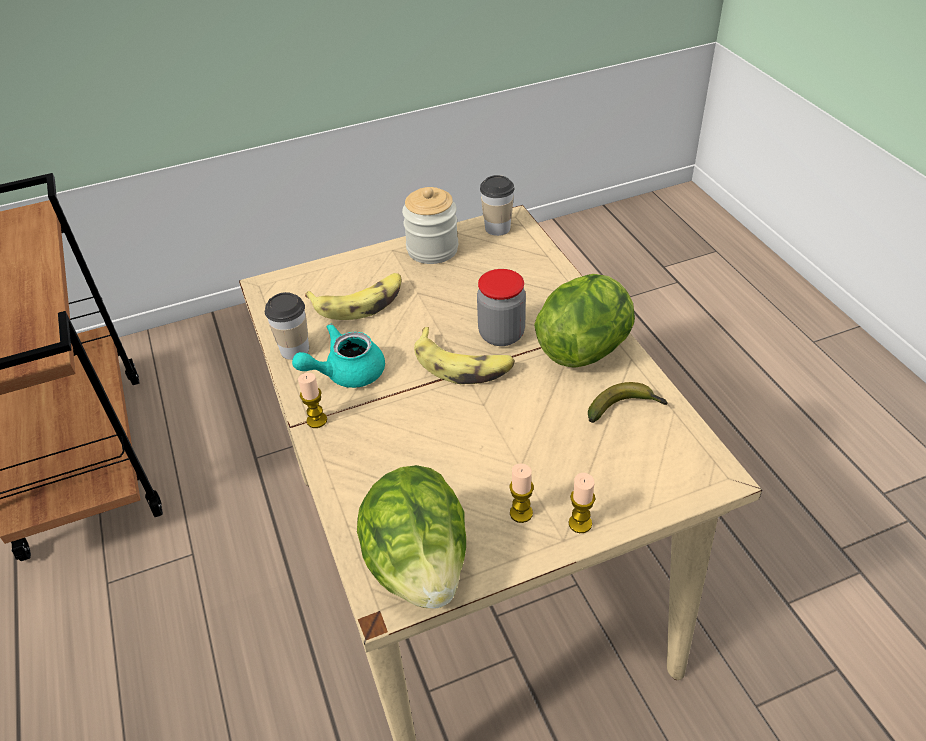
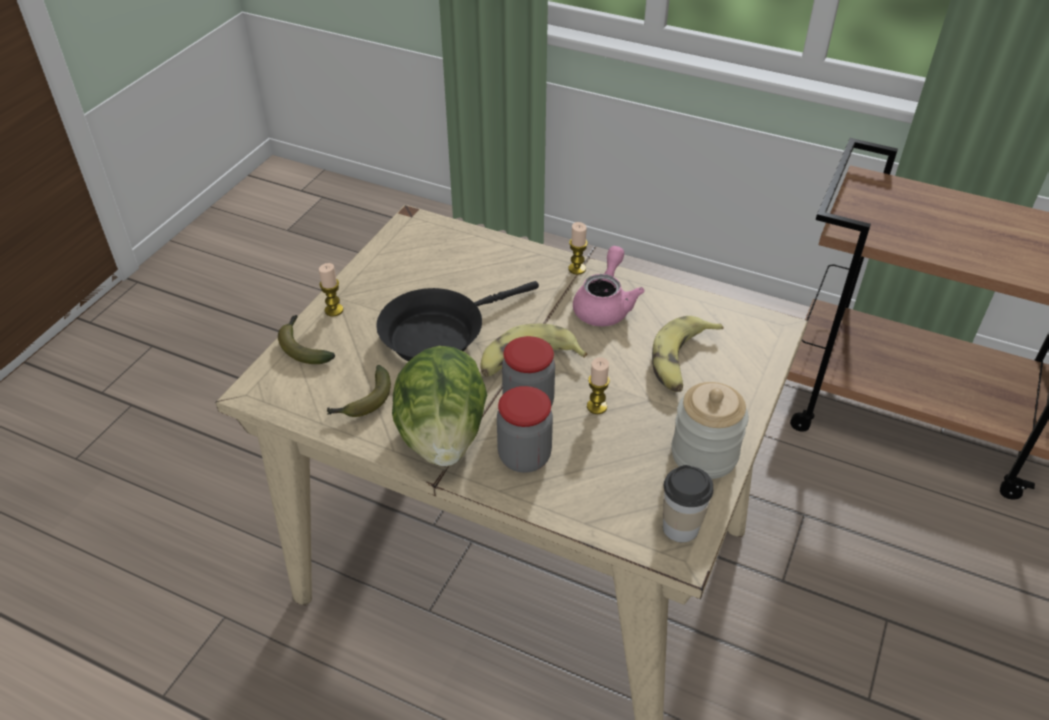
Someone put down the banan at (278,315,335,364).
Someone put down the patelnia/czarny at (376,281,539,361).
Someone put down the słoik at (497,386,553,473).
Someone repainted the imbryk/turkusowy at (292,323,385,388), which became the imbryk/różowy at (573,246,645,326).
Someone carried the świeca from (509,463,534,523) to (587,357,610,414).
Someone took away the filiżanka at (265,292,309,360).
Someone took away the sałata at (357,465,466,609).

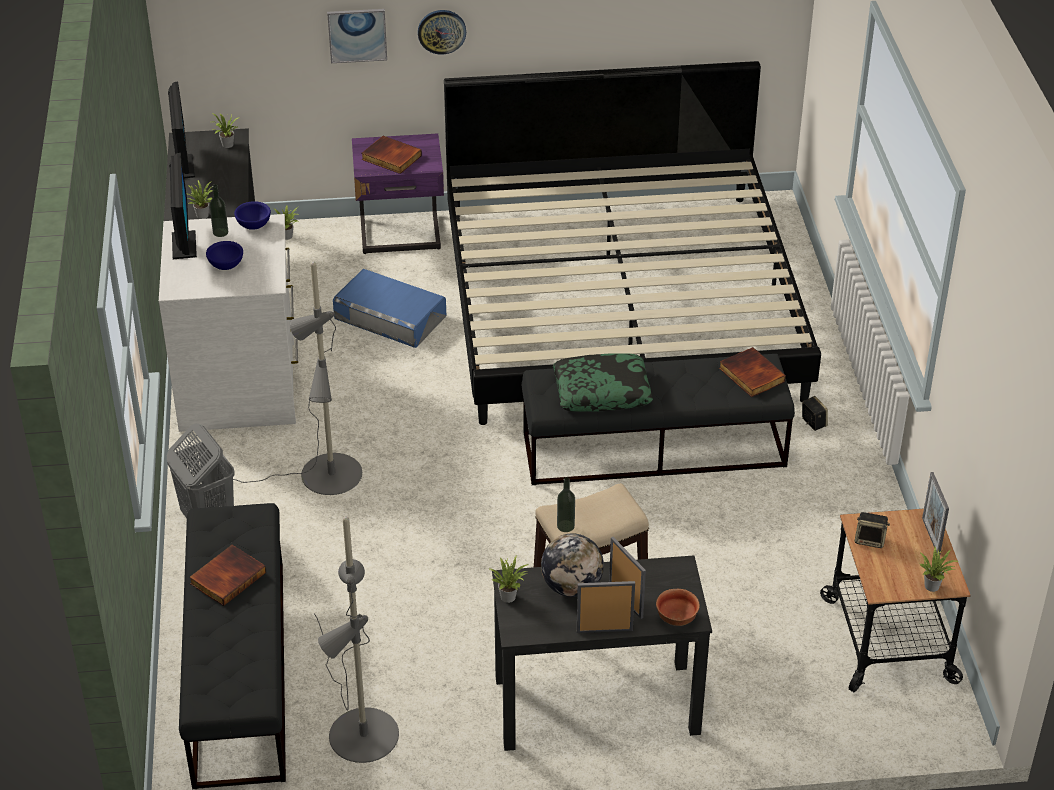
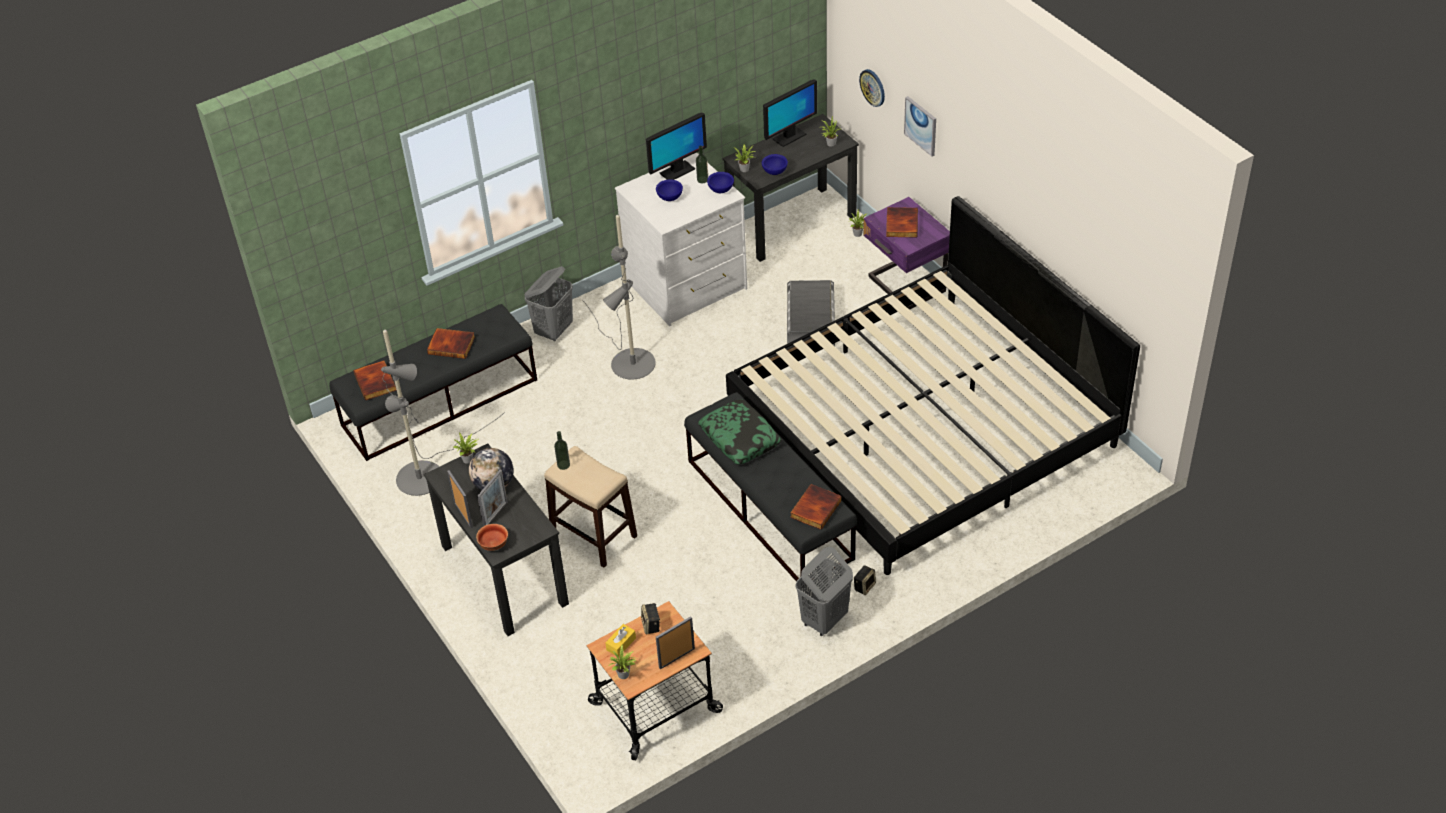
Someone put down the książka at (353,360,397,401).
Someone put down the pudełko chusteczek/żółty at (605,624,636,656).
Someone put down the miska/niebieski at (762,154,788,175).
Someone repainted the pojemnik do przechowywania/niebieski at (333,269,446,348), which became the pojemnik do przechowywania/szary at (787,280,835,346).
Someone put down the kosz na pranie/szary at (796,547,853,636).
Someone carried the zegar ścienny from (418,10,466,55) to (859,69,885,107).

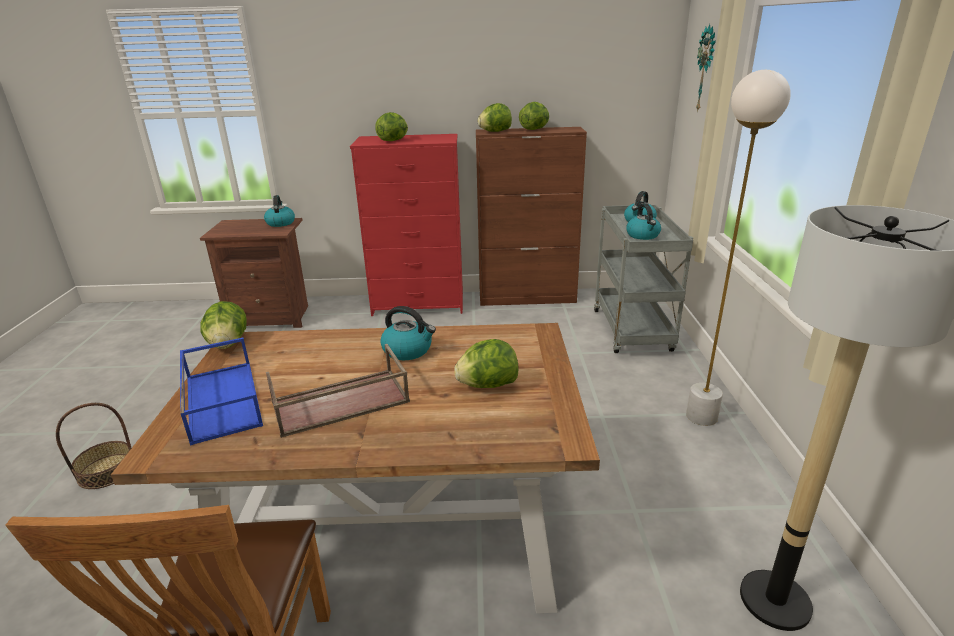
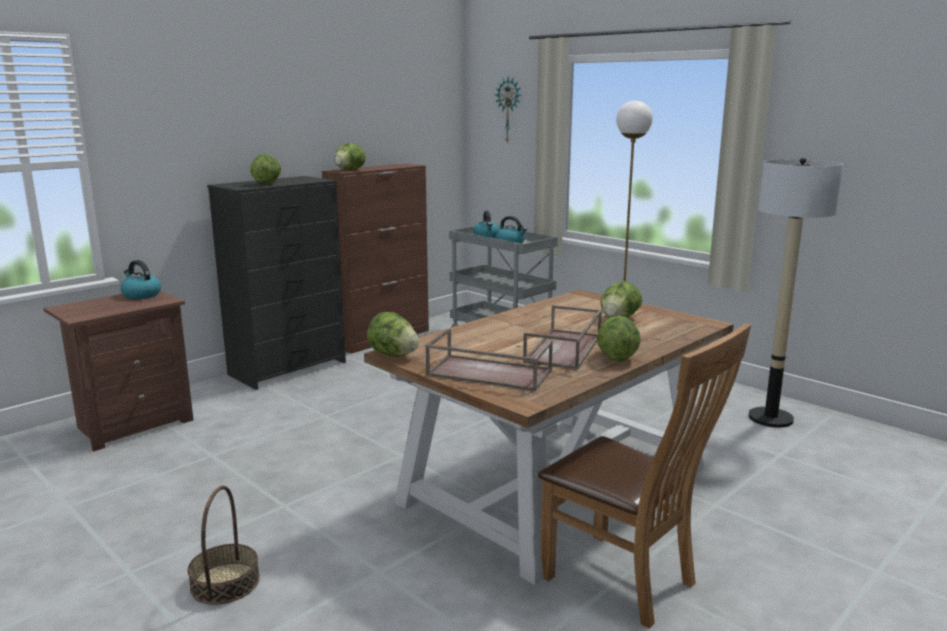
Someone repainted the komoda/czerwony at (350,134,463,316), which became the komoda/czarny at (207,176,346,390).
Someone repainted the taca/niebieski at (180,338,263,446), which became the taca/brązowy at (425,328,553,391).
Someone carried the sałata from (519,102,549,130) to (597,315,641,362).
Someone took away the czajnik at (380,306,436,360).

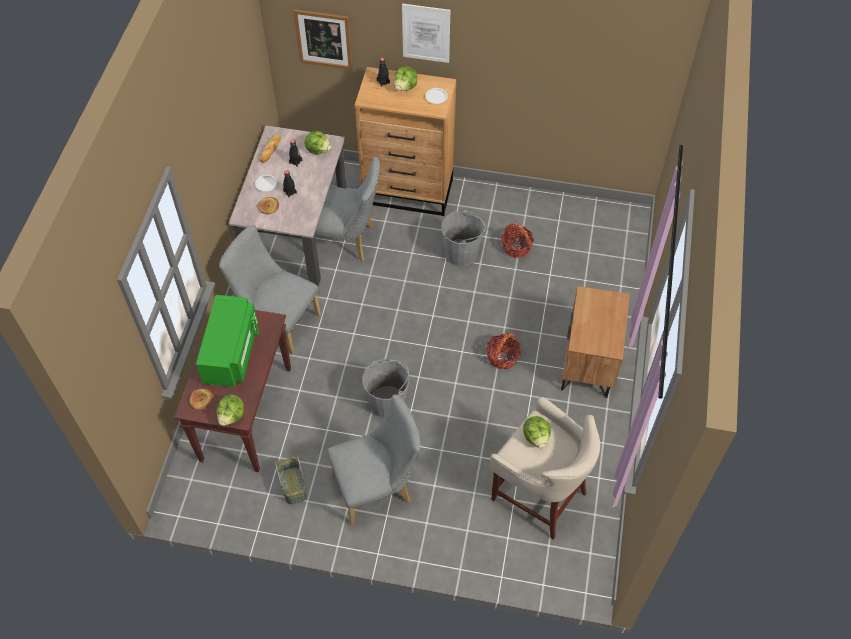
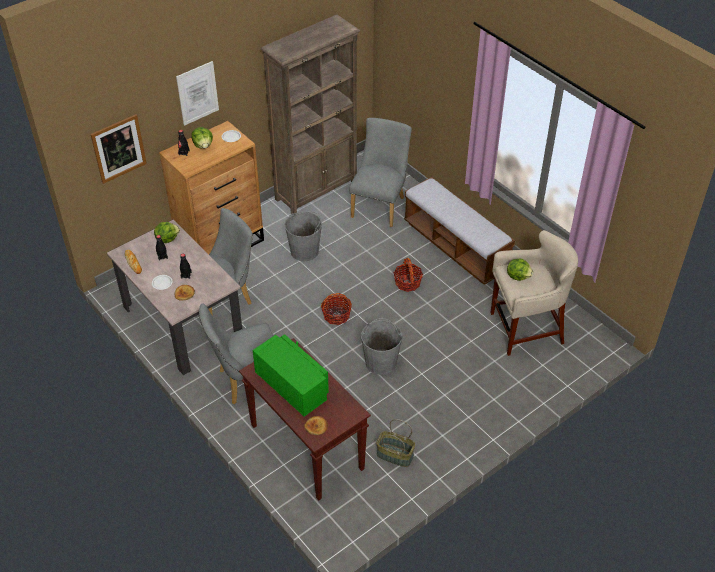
Someone put down the regał/brązowy at (261,15,360,214).
Someone carried the koszyk from (501,223,534,258) to (321,293,352,325).
Someone carried the krzesło/szary from (327,394,421,525) to (349,118,412,227).
Someone swapped the szafka nocna/brązowy at (561,286,630,398) for the ławka at (404,177,515,284).
Someone took away the sałata at (216,394,244,426).

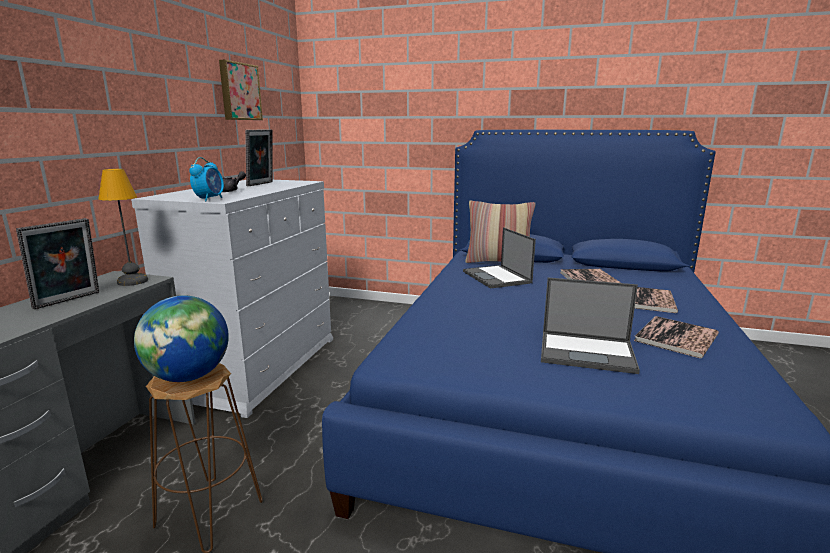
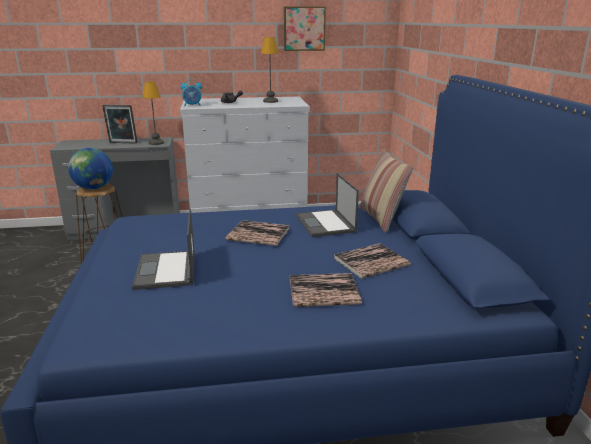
Someone carried the książka from (634,316,719,358) to (225,220,290,246).
Someone swapped the ramka na zdjęcie at (245,129,273,186) for the lampa stołowa at (261,37,279,103).
Someone rotated the laptop at (463,227,536,289) by 60 degrees counterclockwise.

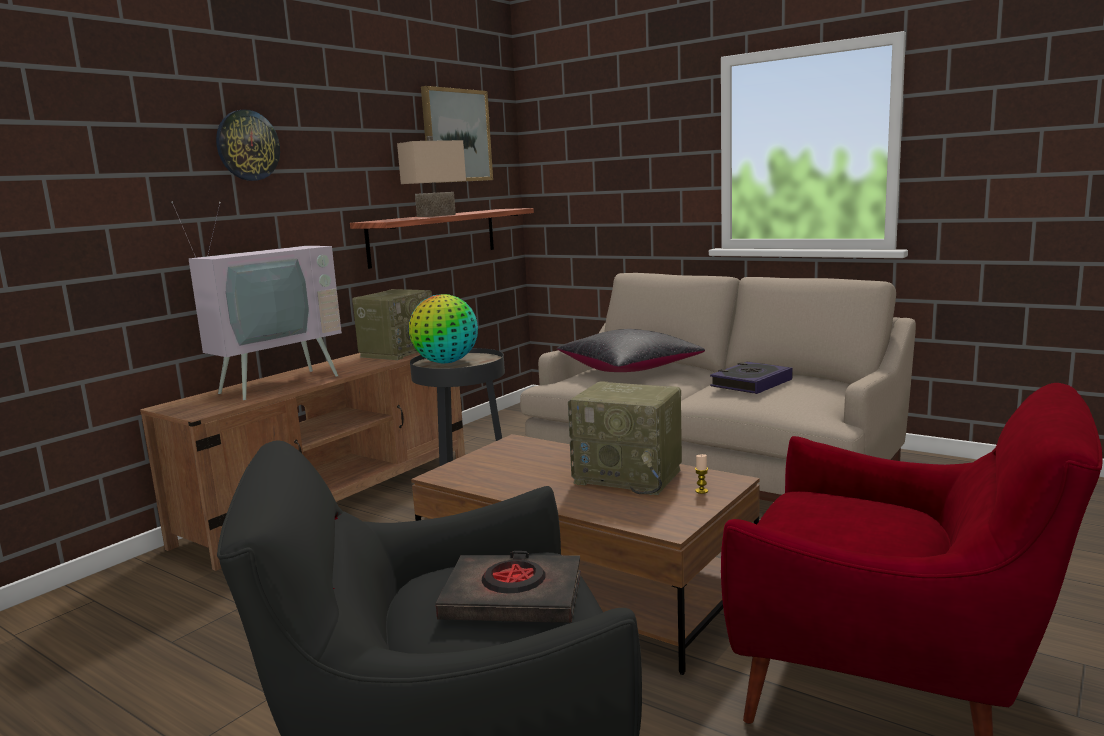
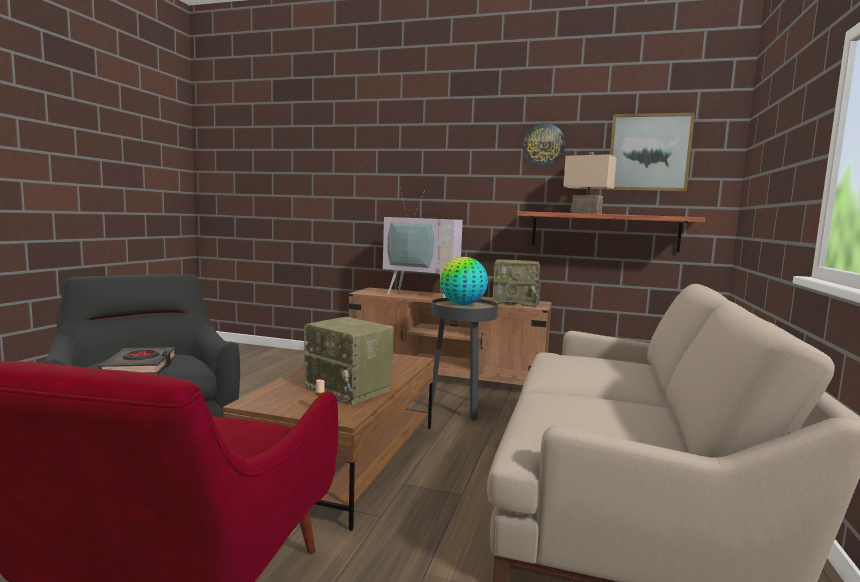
Someone rotated the radio at (568,381,682,495) by 60 degrees counterclockwise.
Someone carried the zegar ścienny from (216,109,280,181) to (523,123,565,166).
Someone took away the poduszka/czarny at (557,329,705,372).
Someone took away the książka at (710,362,793,394).

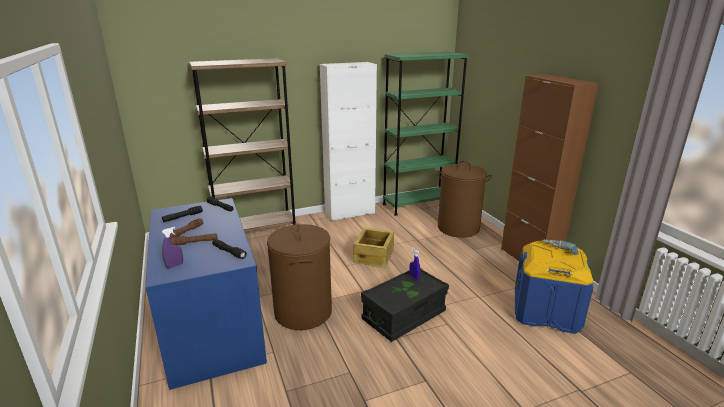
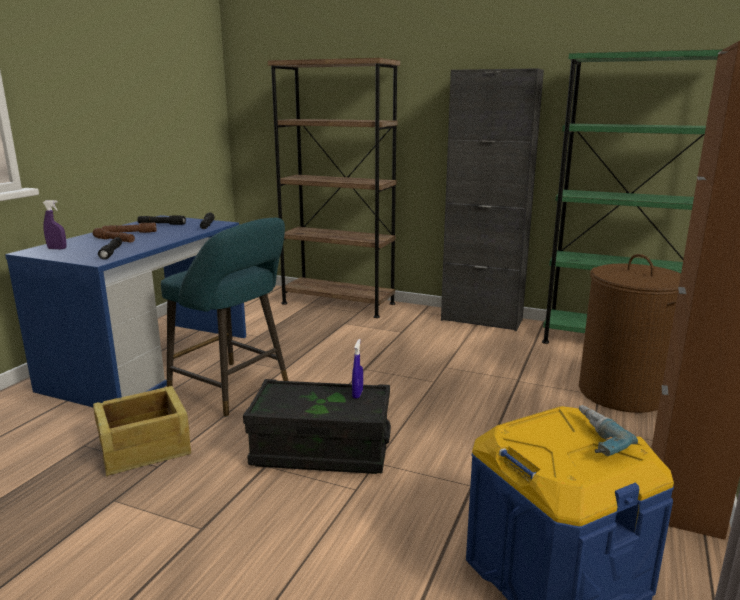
Someone carried the skrzynka from (353,228,394,268) to (93,386,191,477).
Someone swapped the kosz na pranie/brązowy at (267,223,332,330) for the stołek/turkusowy at (161,218,288,417).
Someone repainted the szafka/biały at (320,62,377,221), which became the szafka/czarny at (441,68,544,331).

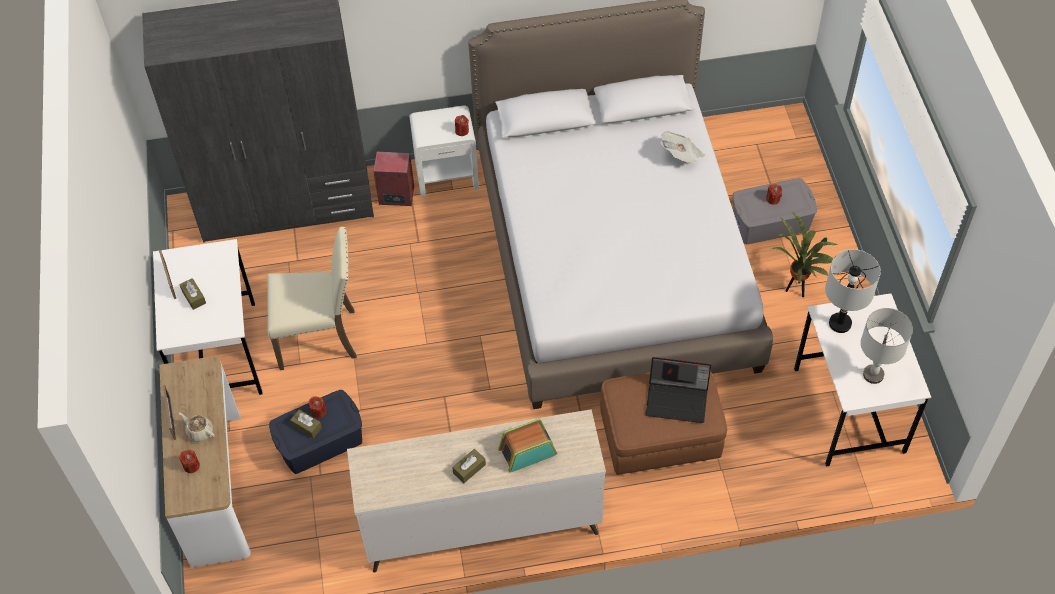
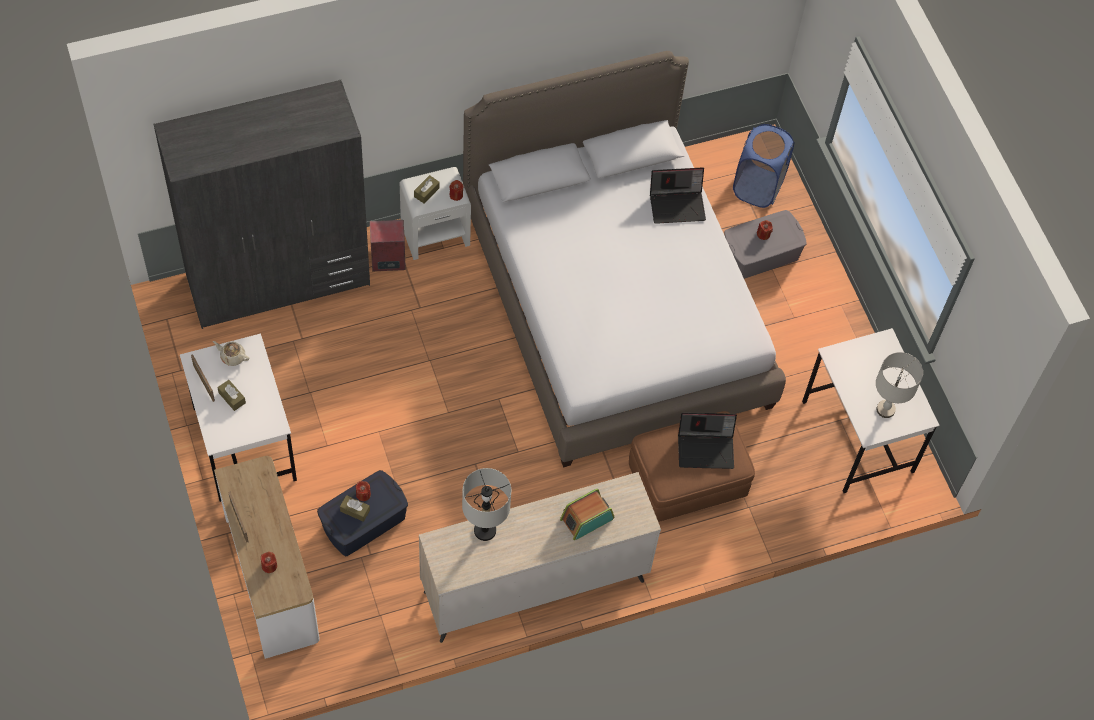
Someone carried the imbryk/beżowy from (179,412,215,442) to (213,341,249,366).
Someone carried the pudełko chusteczek/brązowy from (452,449,486,483) to (414,175,440,203).
Someone carried the lampa stołowa/szary from (825,249,881,333) to (462,468,511,541).
Someone swapped the gazeta at (660,131,705,163) for the laptop at (650,167,706,224).
Someone put down the kosz na pranie/niebieski at (733,124,794,208).
Someone took away the krzesło/beżowy at (267,227,357,370).
Someone took away the roślina doniczkowa at (772,211,838,297).

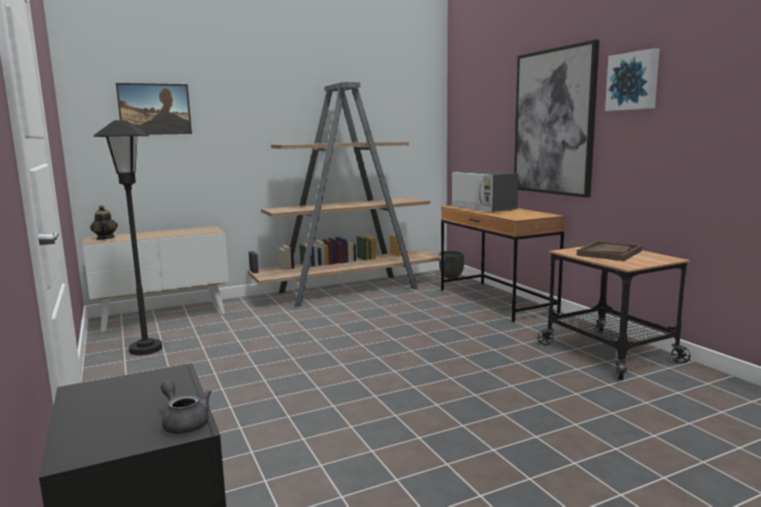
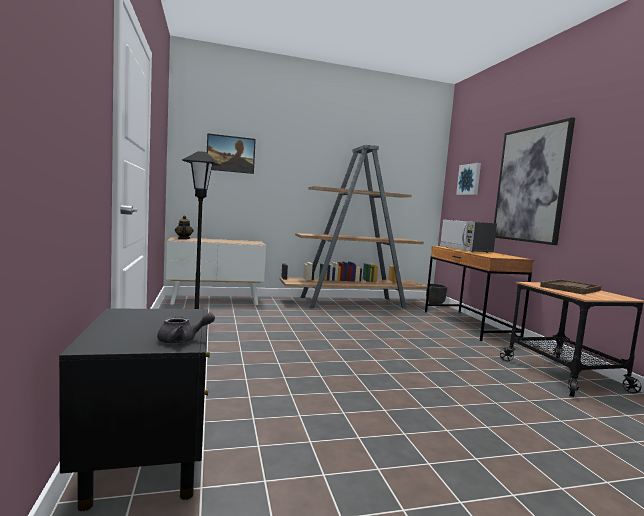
Someone rotated the imbryk/szary at (161,381,212,434) by 105 degrees clockwise.
Someone carried the obraz from (605,48,660,111) to (456,163,481,195).

